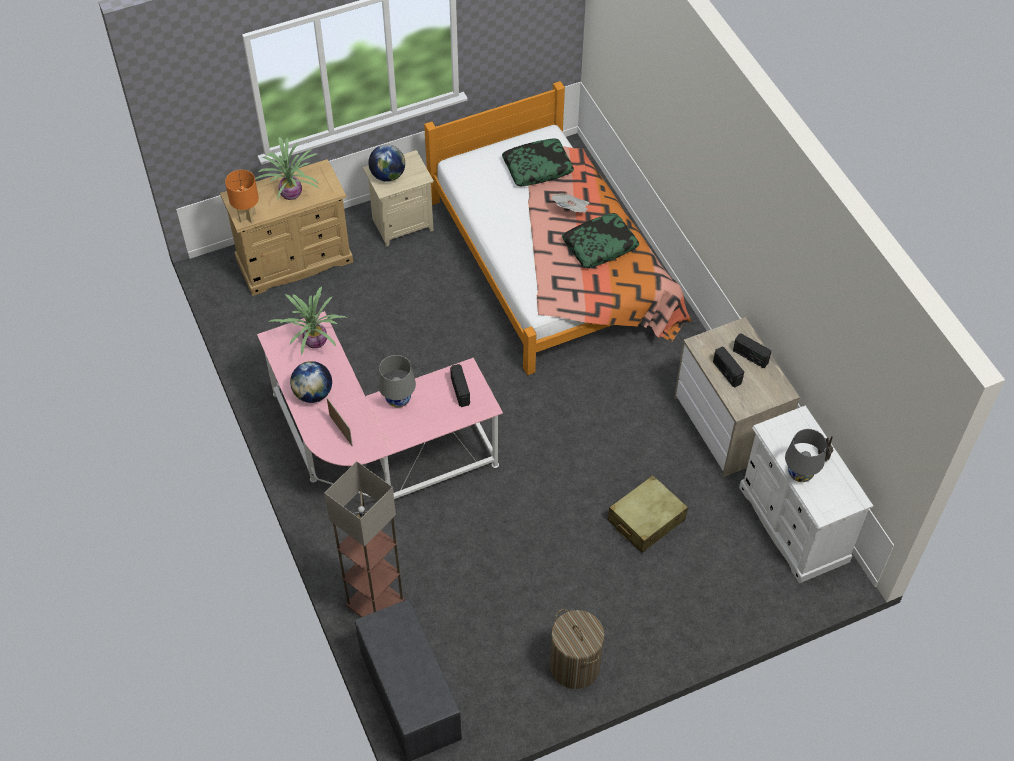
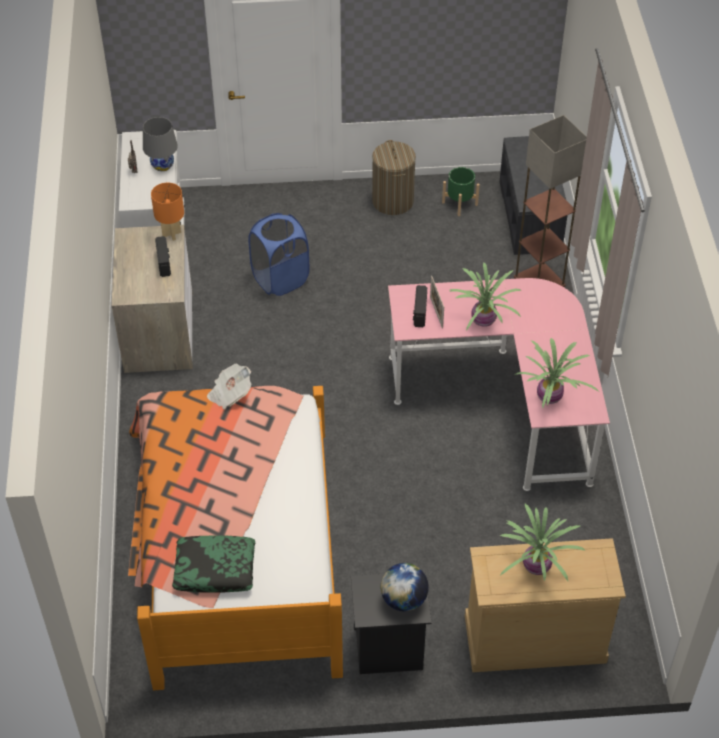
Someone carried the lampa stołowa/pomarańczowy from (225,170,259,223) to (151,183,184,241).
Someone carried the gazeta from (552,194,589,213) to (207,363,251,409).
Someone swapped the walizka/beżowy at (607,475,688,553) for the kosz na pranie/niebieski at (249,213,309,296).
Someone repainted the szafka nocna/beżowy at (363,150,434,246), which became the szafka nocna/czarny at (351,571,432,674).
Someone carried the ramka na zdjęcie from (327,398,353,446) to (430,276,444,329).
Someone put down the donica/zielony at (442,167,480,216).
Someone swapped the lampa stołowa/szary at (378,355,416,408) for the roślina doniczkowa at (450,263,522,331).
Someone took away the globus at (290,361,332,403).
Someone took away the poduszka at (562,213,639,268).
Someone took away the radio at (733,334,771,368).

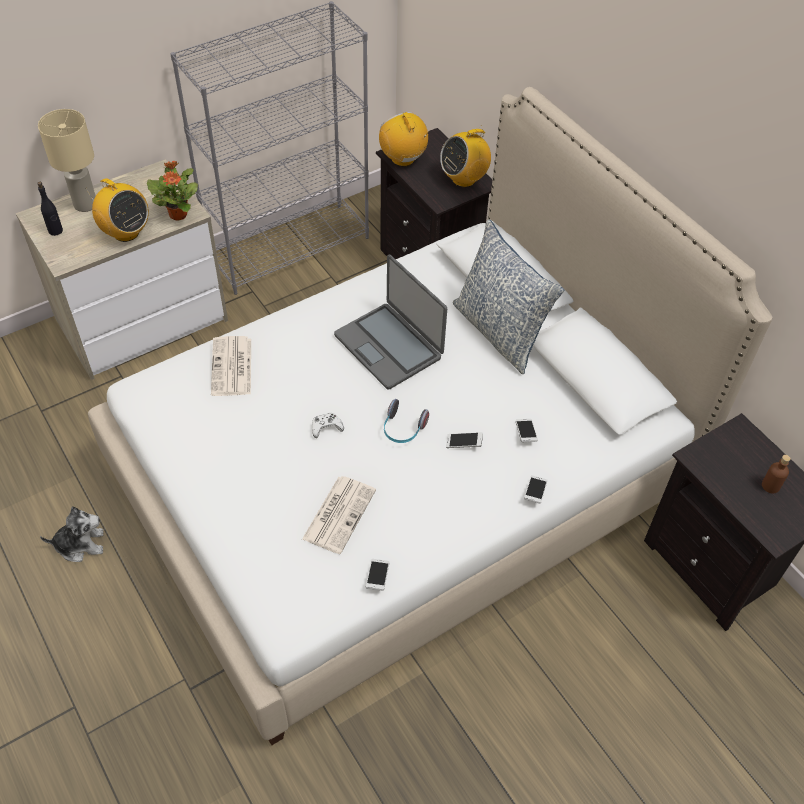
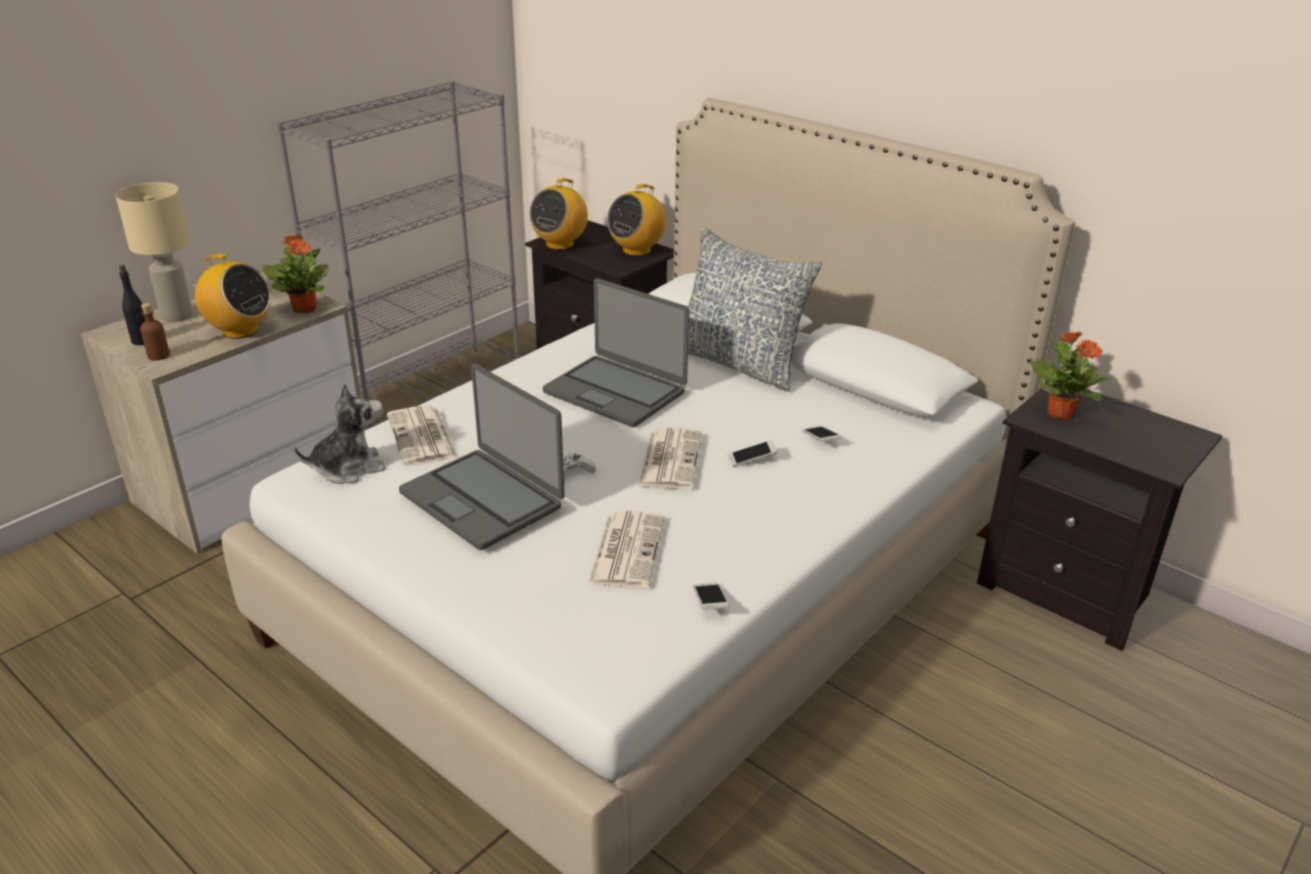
Someone carried the butelka/brązowy from (762,455,791,493) to (140,303,170,361).
Someone carried the pluszak from (40,506,104,562) to (294,383,386,484).
Someone put down the laptop at (399,364,565,550).
Someone rotated the radio at (379,112,429,166) by 105 degrees counterclockwise.
Someone swapped the słuchawki at (384,399,429,443) for the gazeta at (638,427,702,489).
Someone put down the roślina doniczkowa at (1030,331,1111,420).
Someone took away the telefon at (524,475,548,504).

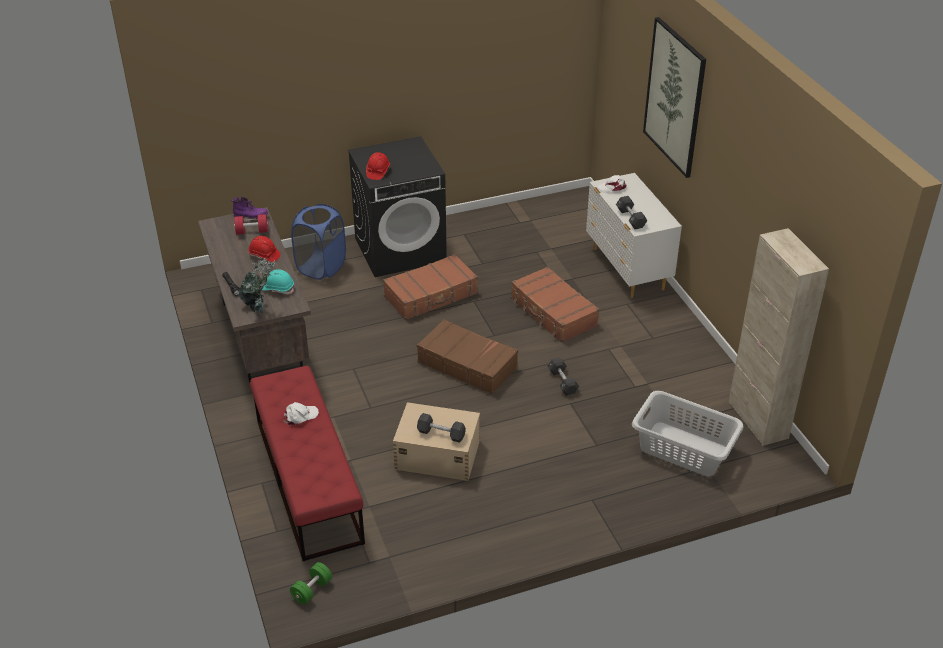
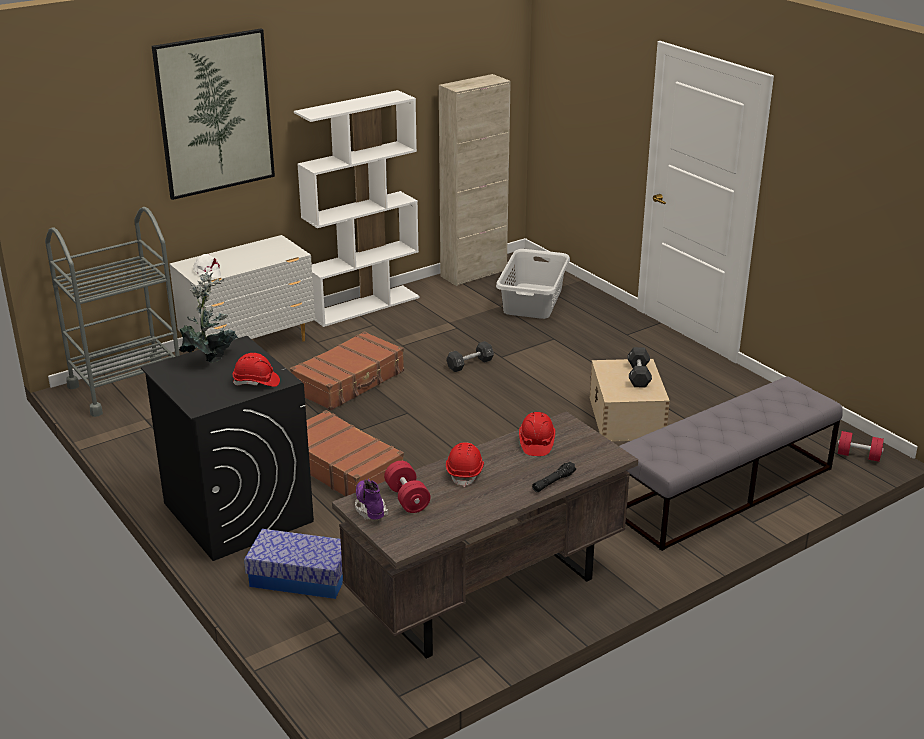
Someone put down the wózek/szary at (45,207,180,417).
Someone carried the roślina doniczkowa from (239,258,276,314) to (179,272,238,363).
Someone swapped the kosz na pranie/niebieski at (291,204,346,280) for the pojemnik do przechowywania at (244,529,343,599).
Someone put down the regał/biały at (294,90,419,327).
Someone repainted the kask/turkusowy at (262,269,294,294), which became the kask/czerwony at (519,412,555,456).
Someone repainted the ławka/czerwony at (250,366,365,561), which became the ławka/szary at (619,376,843,551).
Someone repainted the hantel/zielony at (290,562,332,605), which became the hantel/czerwony at (838,431,884,462).
Someone took away the czapka z daszkiem/biały at (284,402,319,426).
Someone took away the walizka/brązowy at (417,319,518,394).
Someone took away the hantel/czarny at (616,196,647,229).

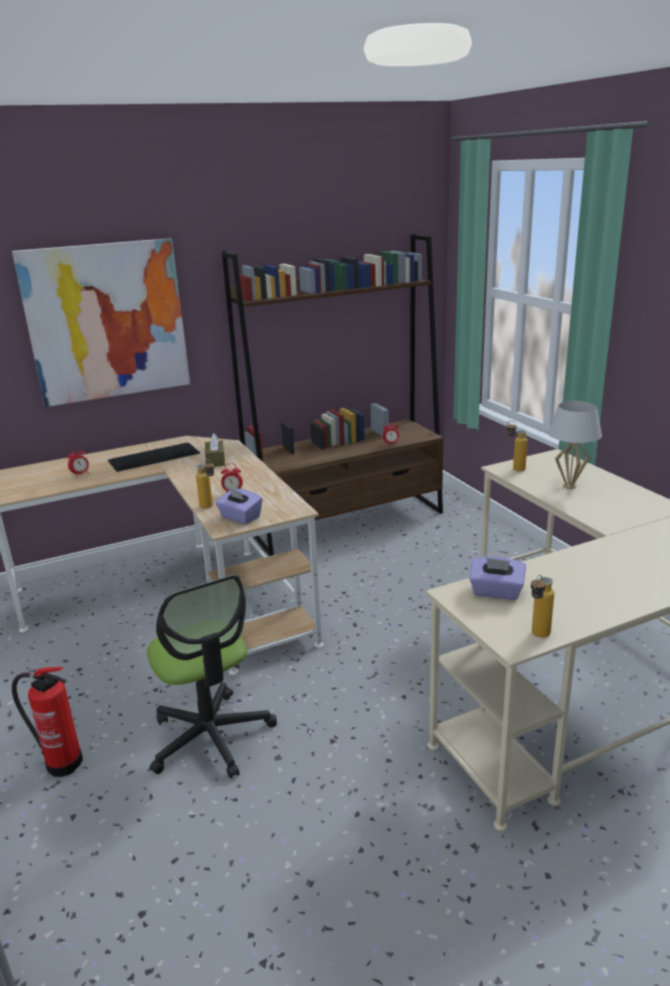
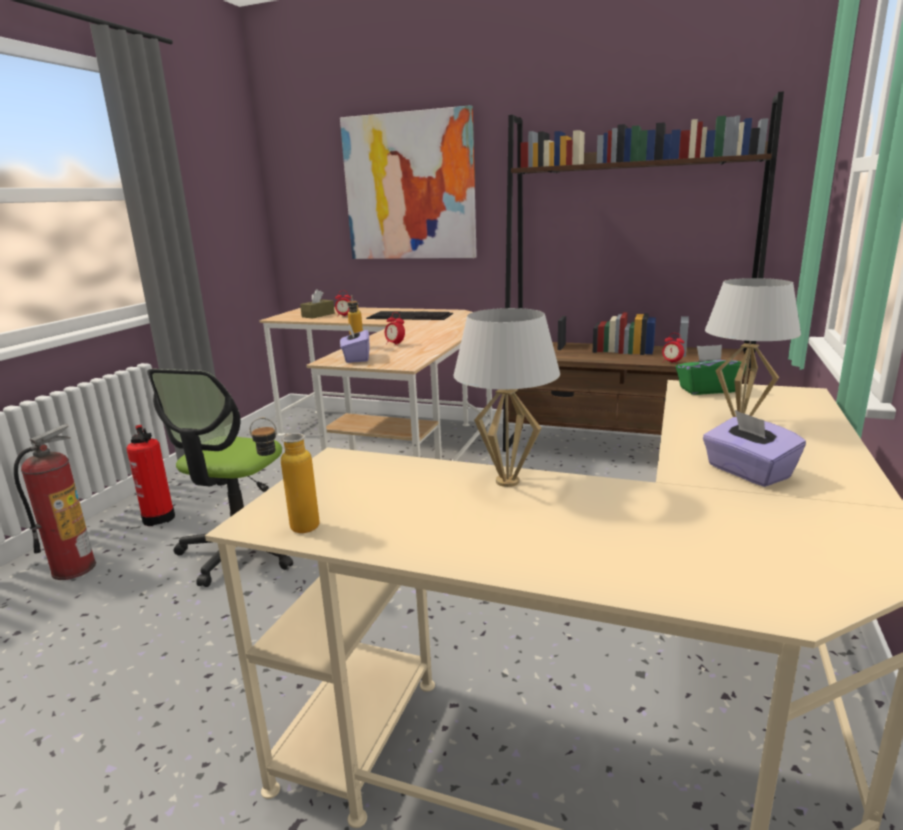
Someone put down the gaśnica at (14,424,96,580).
Someone carried the pudełko chusteczek/brązowy from (205,433,225,467) to (300,289,335,319).
Someone put down the lampa stołowa/biały at (454,308,560,487).
Someone swapped the butelka at (507,421,528,471) for the pudełko chusteczek/zielony at (676,345,746,395).
Someone carried the pudełko chusteczek/fioletowy from (470,557,526,600) to (703,410,806,487).

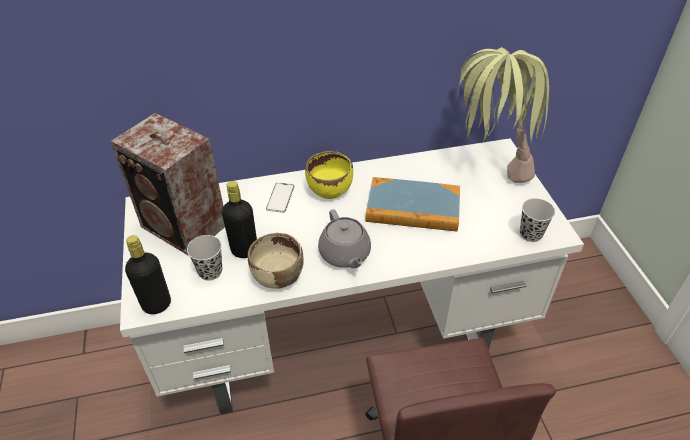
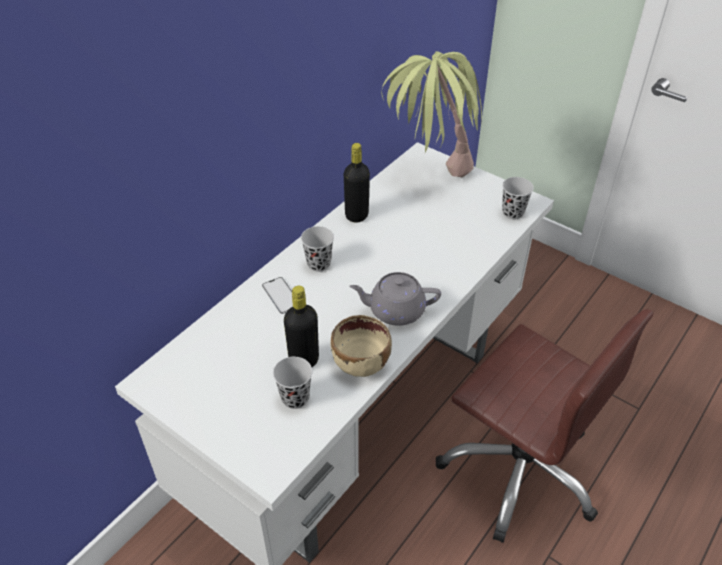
Someone swapped the miska/żółty at (305,151,353,199) for the filiżanka/czarny at (301,226,334,272).
Someone carried the butelka/czarny from (125,235,171,314) to (344,143,370,223).
Someone rotated the imbryk/szary at (318,209,371,268) by 150 degrees clockwise.
Someone took away the głośnik at (111,113,225,256).
Someone took away the książka at (366,177,460,232).

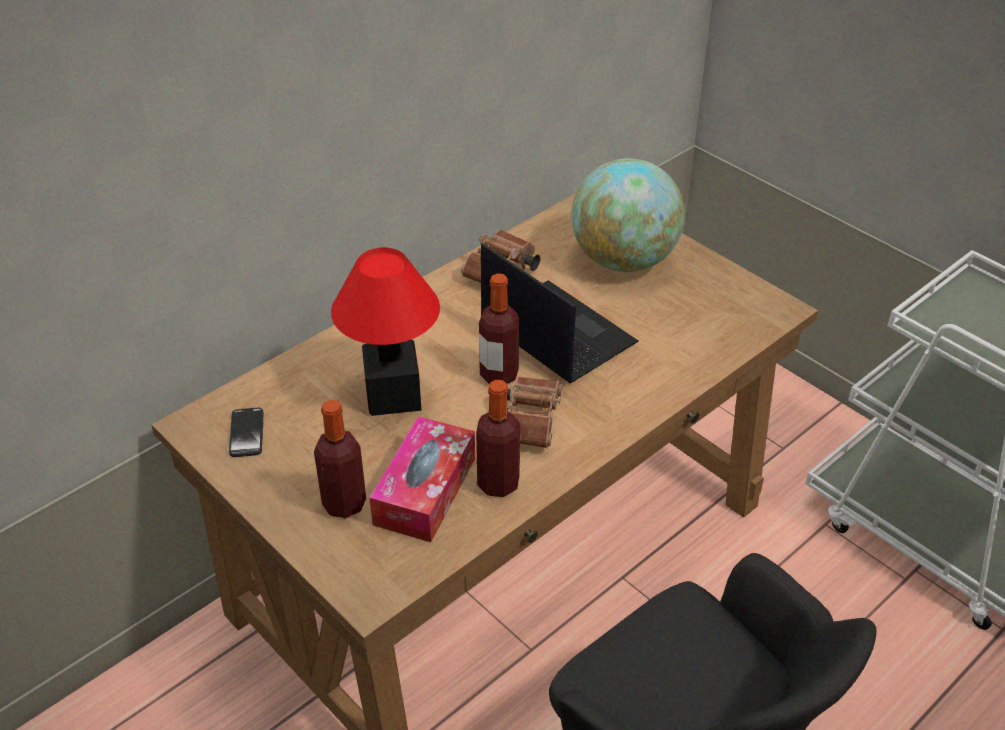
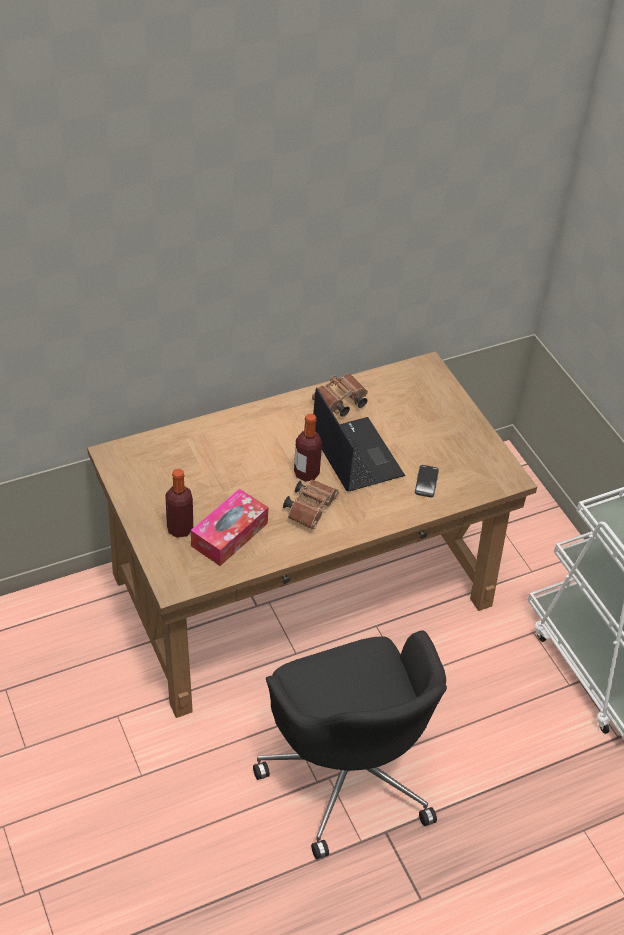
Someone carried the telefon from (229,407,263,457) to (415,465,439,497).
Someone took away the lampa stołowa at (331,247,440,416).
Someone took away the butelka at (476,380,520,497).
Someone took away the globus at (571,158,685,272).

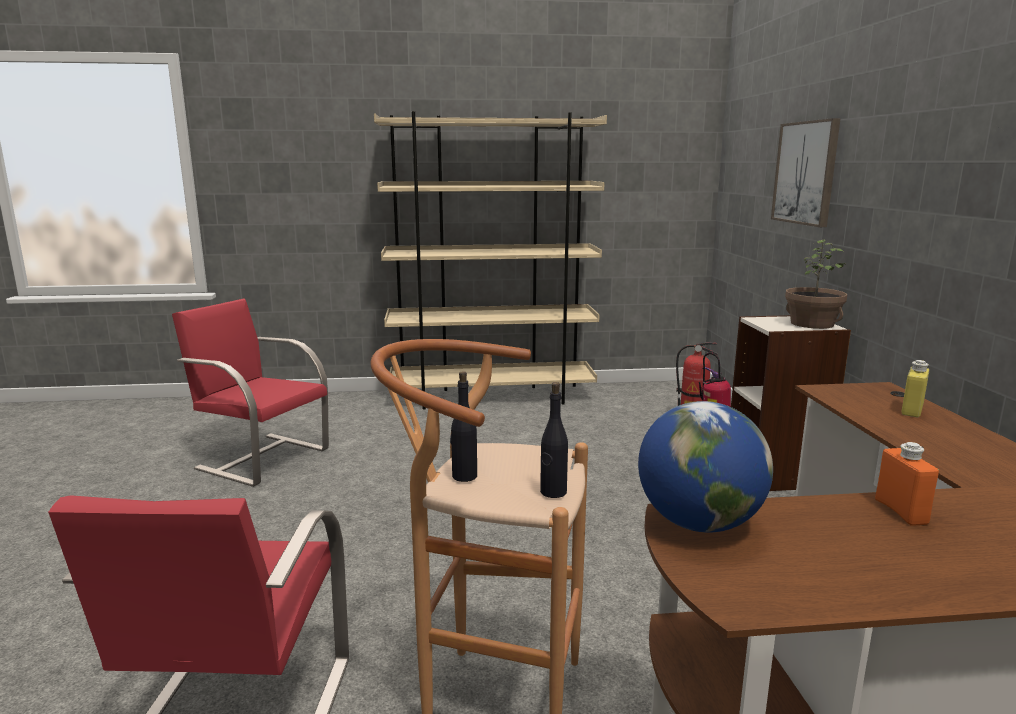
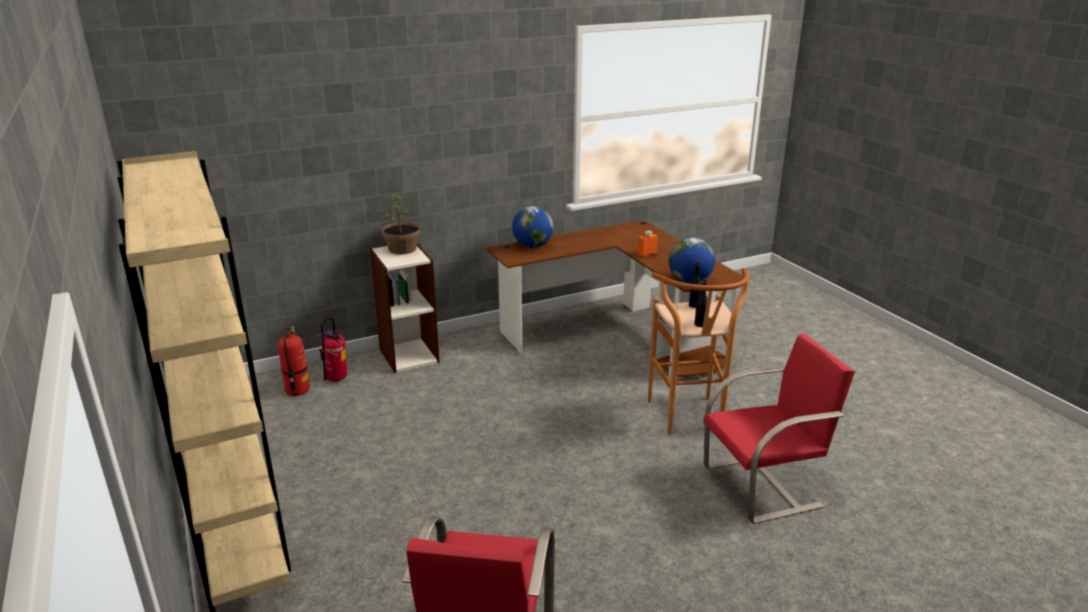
Someone swapped the butelka/żółty at (902,360,930,417) for the globus at (512,206,554,248).
Someone took away the obraz at (771,118,841,227).

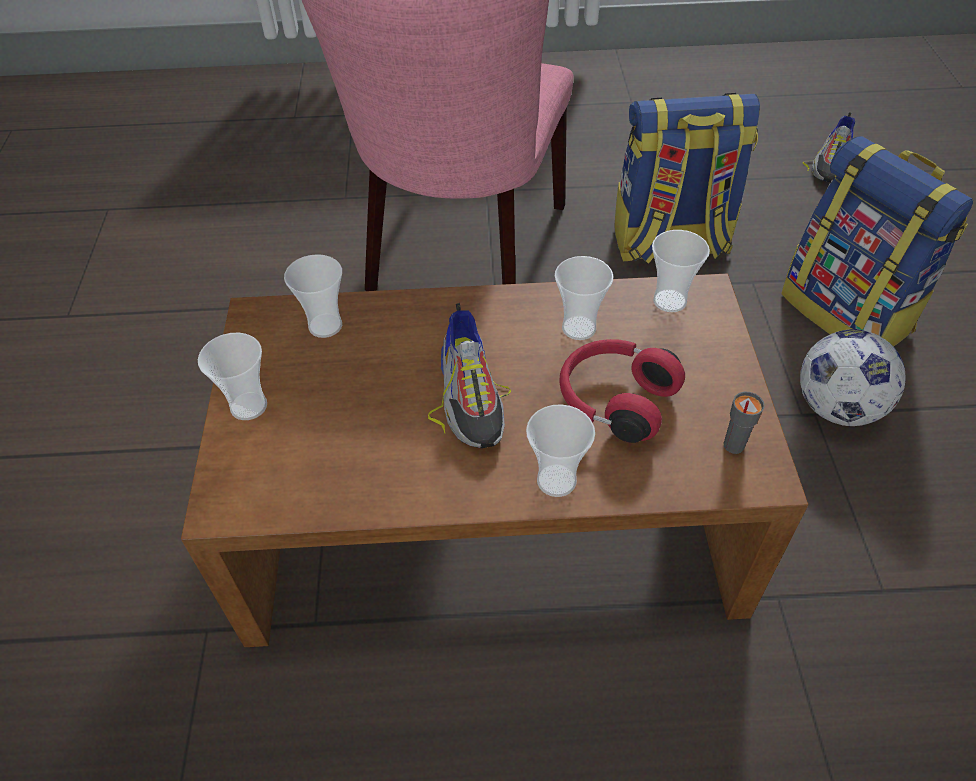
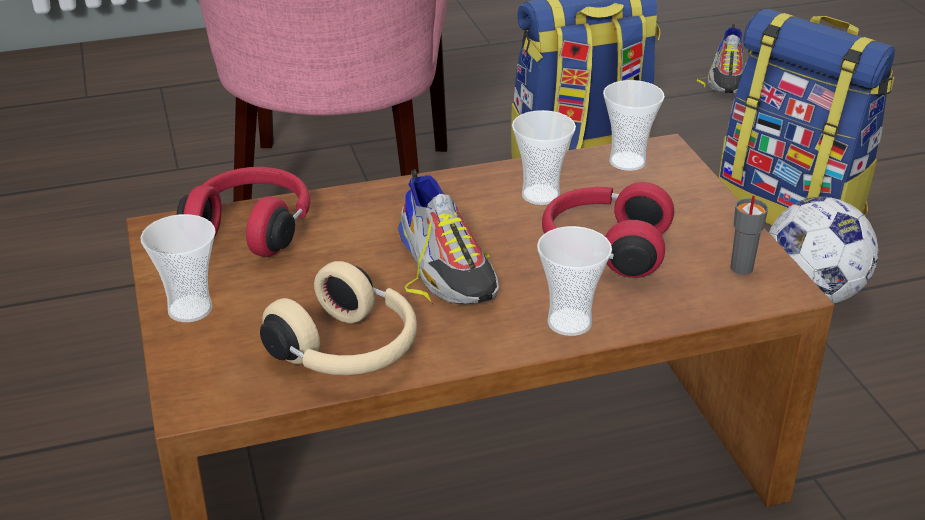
Someone swapped the filiżanka at (284,254,342,338) for the słuchawki/czerwony at (177,167,310,257).
Someone put down the słuchawki/beżowy at (260,261,417,375).

